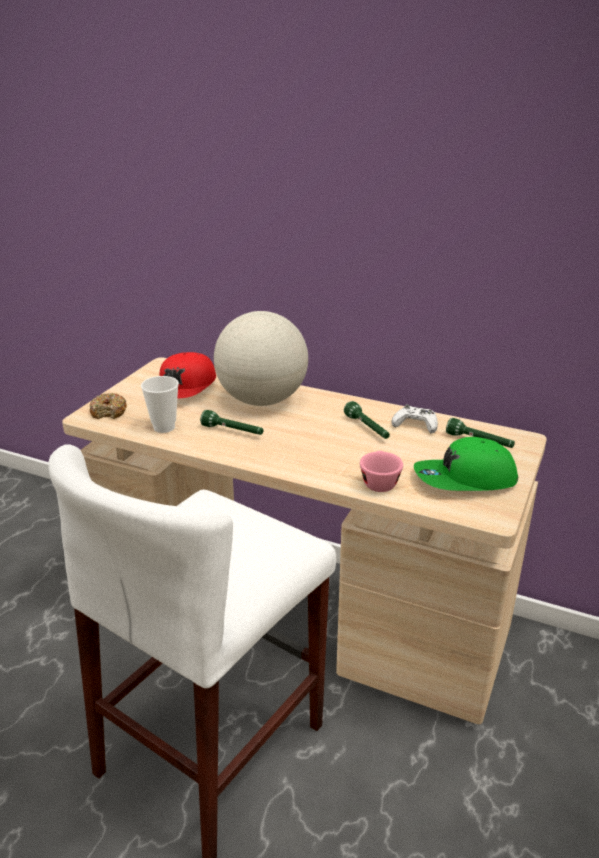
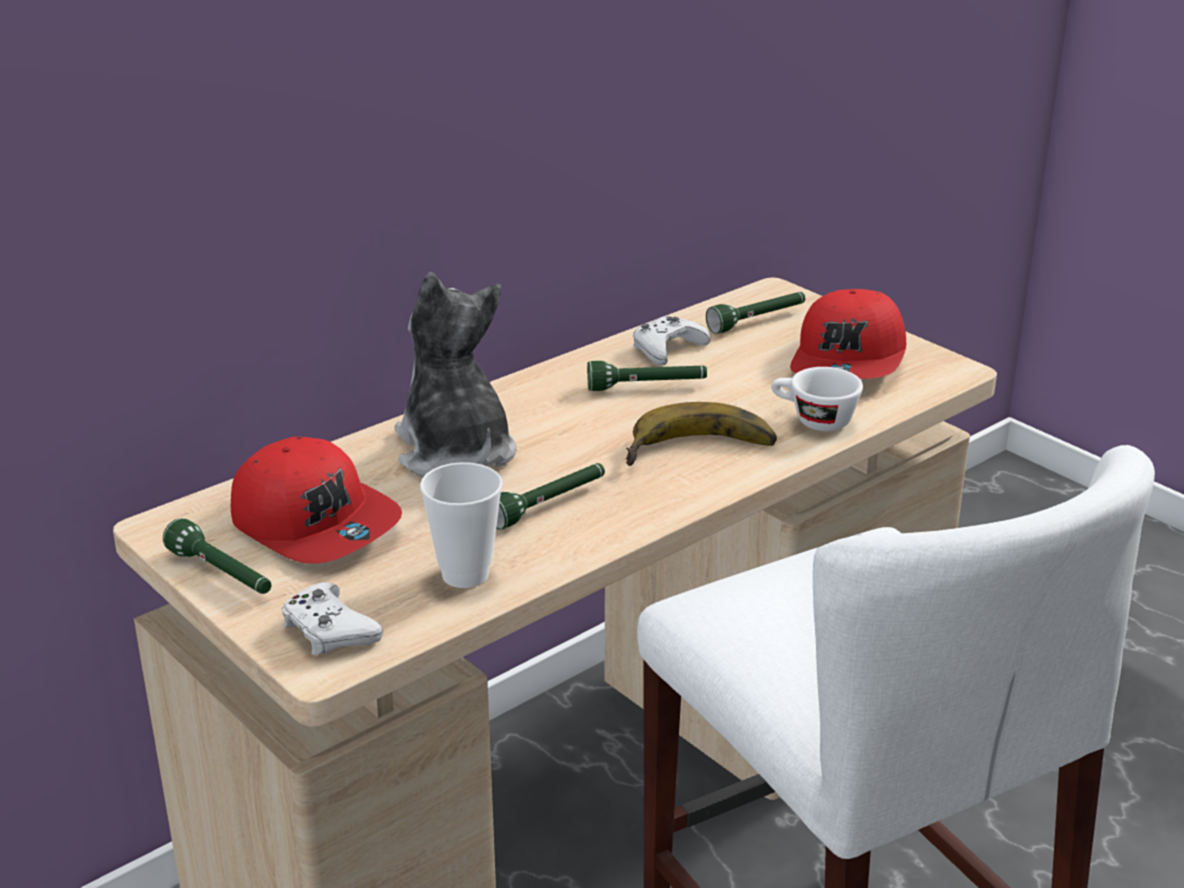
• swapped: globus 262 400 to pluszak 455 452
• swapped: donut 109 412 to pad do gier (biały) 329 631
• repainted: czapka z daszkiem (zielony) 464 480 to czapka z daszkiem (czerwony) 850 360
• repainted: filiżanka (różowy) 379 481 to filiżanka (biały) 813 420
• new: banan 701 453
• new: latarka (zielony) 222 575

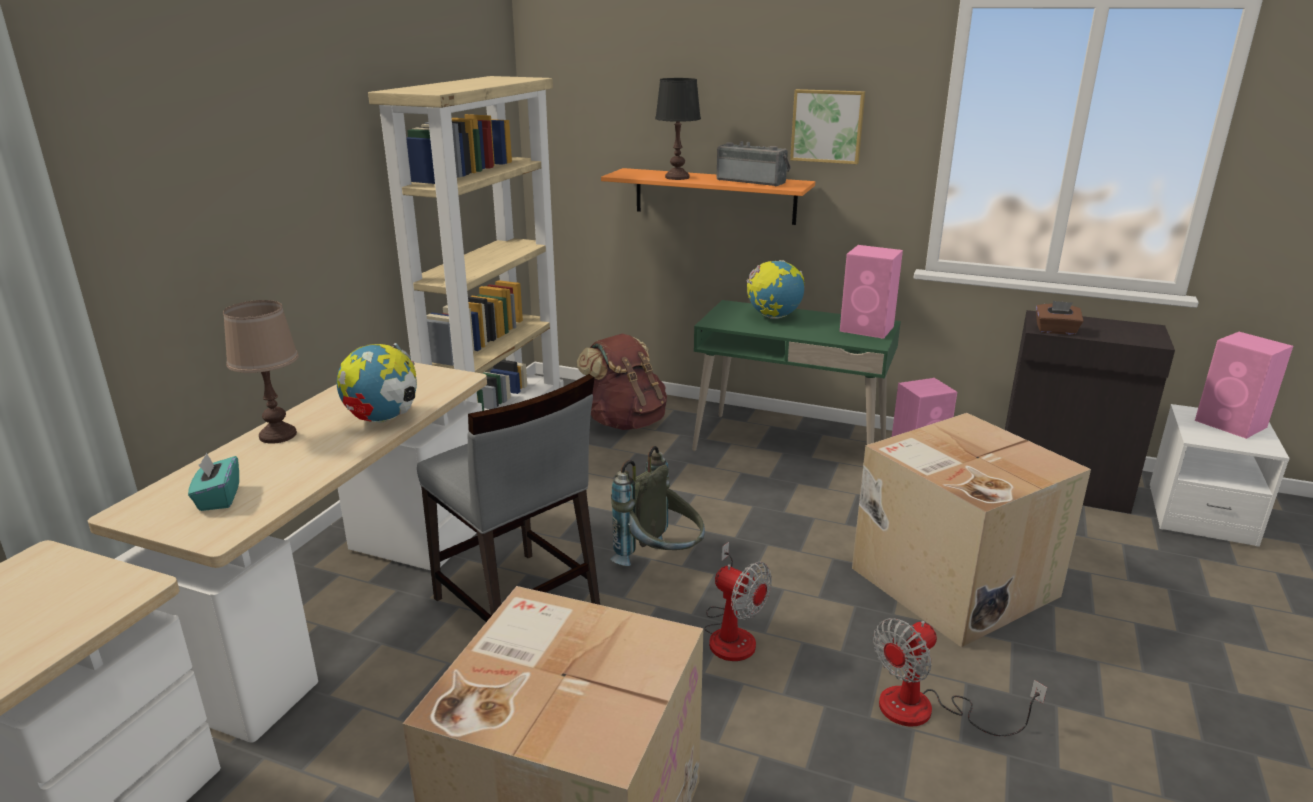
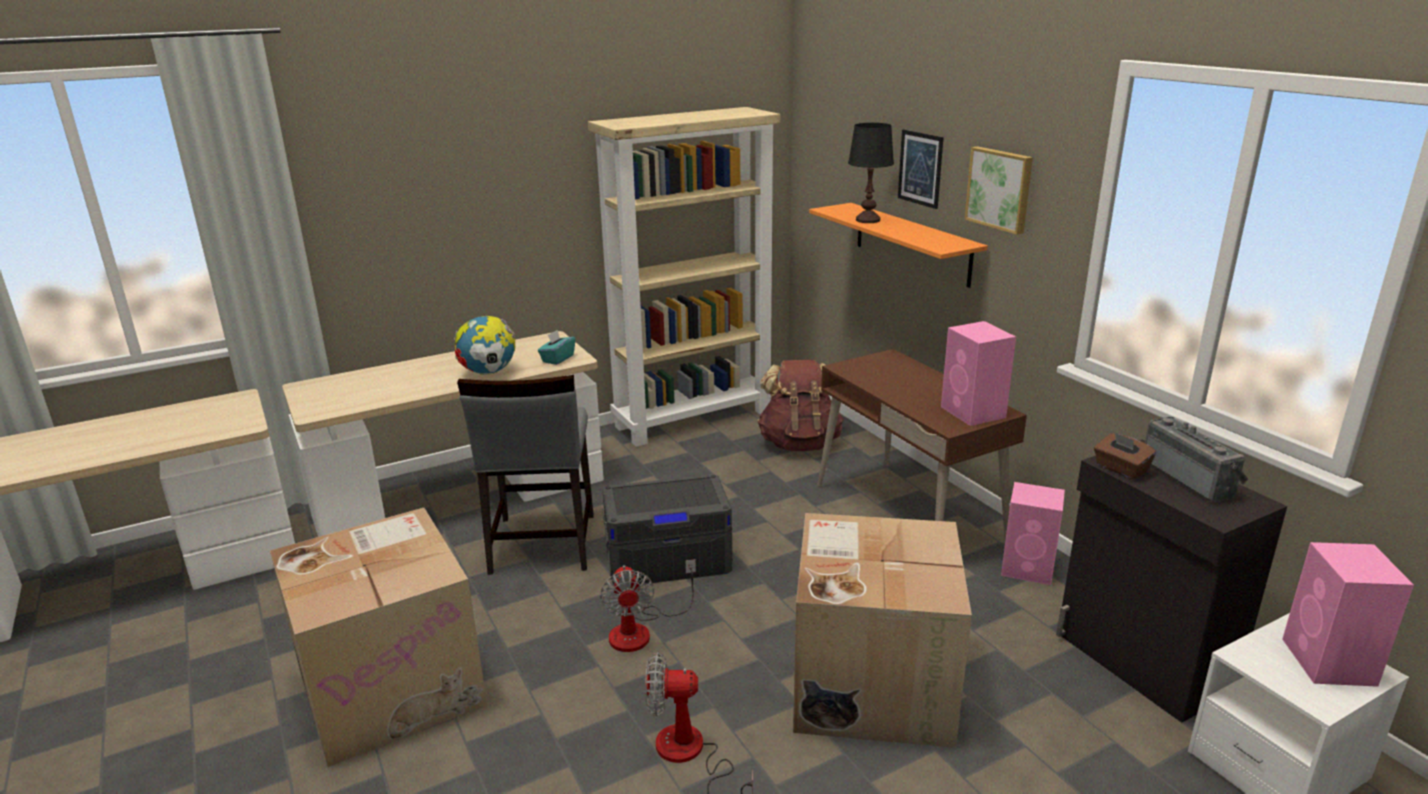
• shifted: radio 752 181 to 1190 478
• gone: globus 774 317
• gone: lampa stołowa (brązowy) 278 435
• repainted: biurko (zielony) 789 447 to biurko (brązowy) 908 514
• swapped: plecak (szary) 661 561 to pojemnik do przechowywania (szary) 668 559
• shifted: pudełko chusteczek (turkusowy) 218 498 to 557 359
• new: obraz 920 168

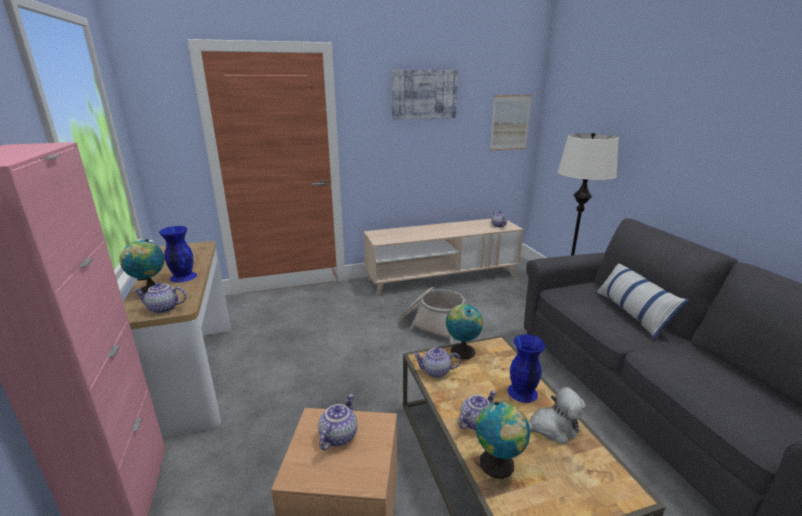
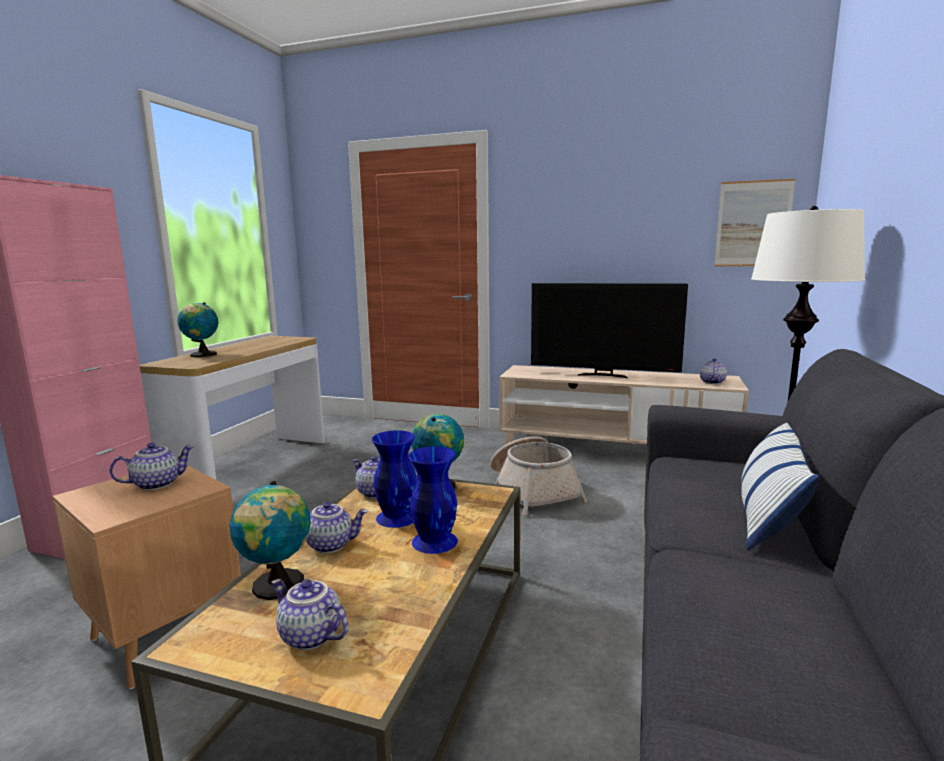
• gone: obraz 424 94
• shifted: wazon (niebieski) 183 277 to 396 517
• shifted: imbryk 163 309 to 309 636
• gone: pluszak 551 428
• new: telewizor 603 375

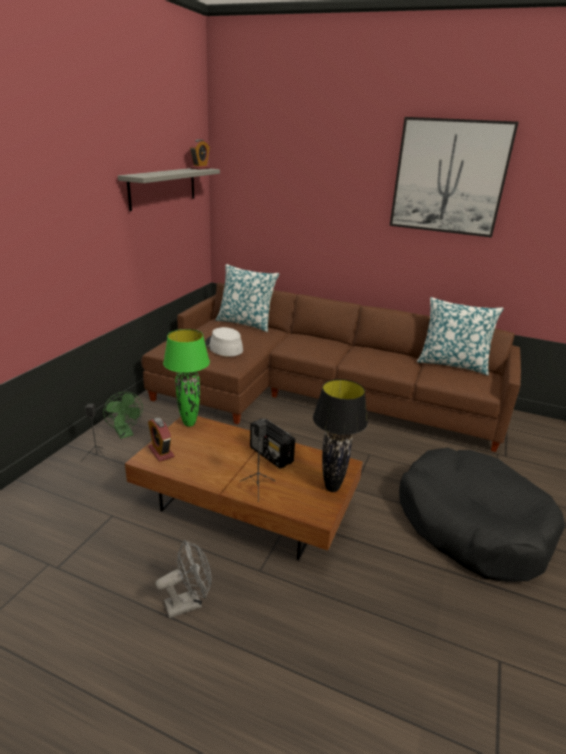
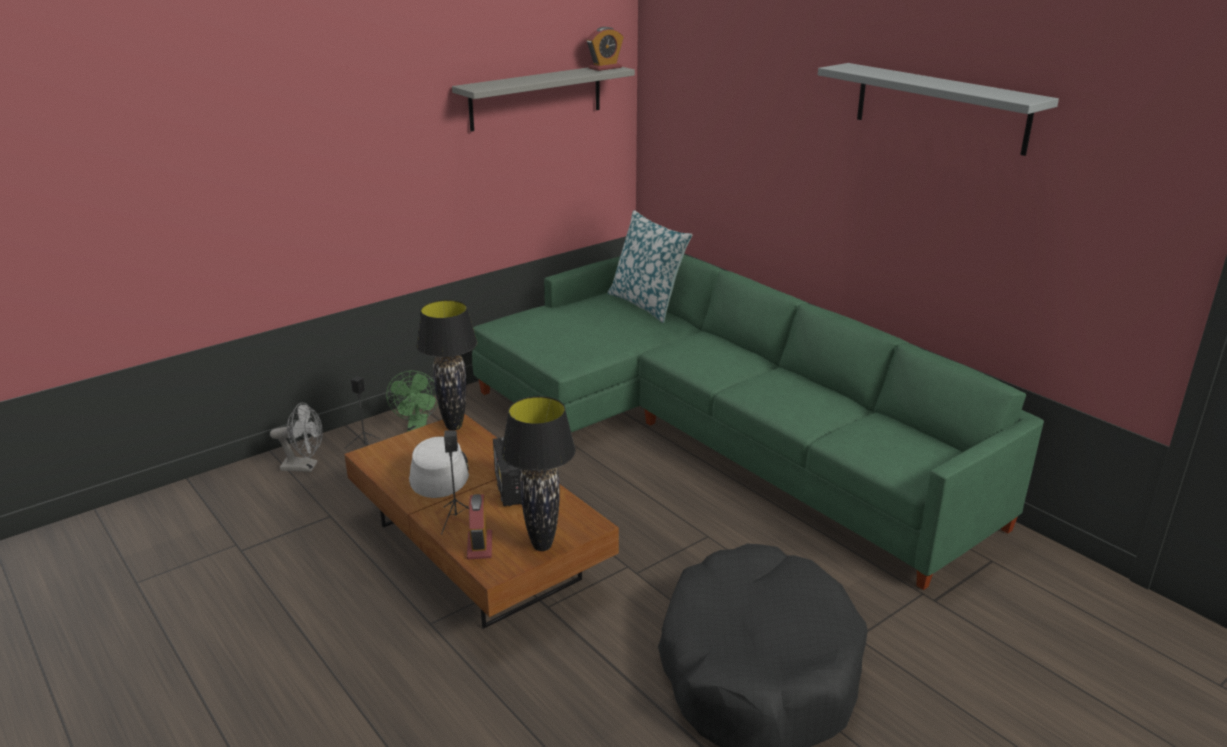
• swapped: obraz 449 177 to półka (szary) 940 107
• repainted: kanapa (brązowy) 313 393 to kanapa (zielony) 713 432
• gone: poduszka 452 364
• shifted: kapelusz (szary) 223 347 to 439 473
• repainted: lampa stołowa (zielony) 189 423 to lampa stołowa (czarny) 453 427
• shifted: budzik 161 452 to 479 546
• shifted: wentylator (szary) 189 603 to 305 466

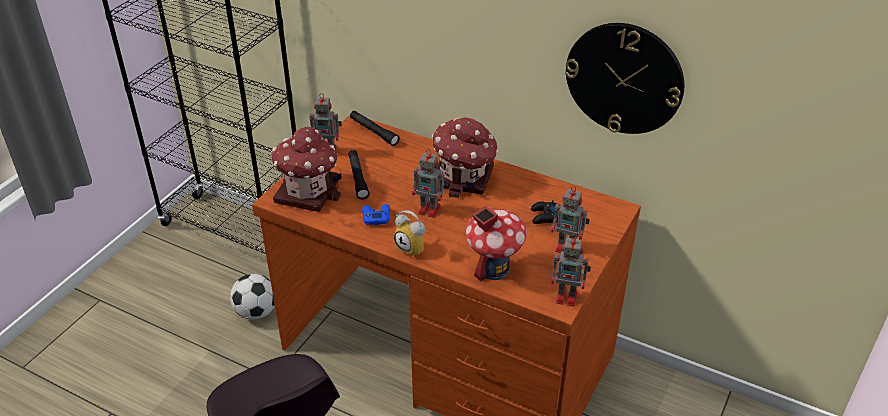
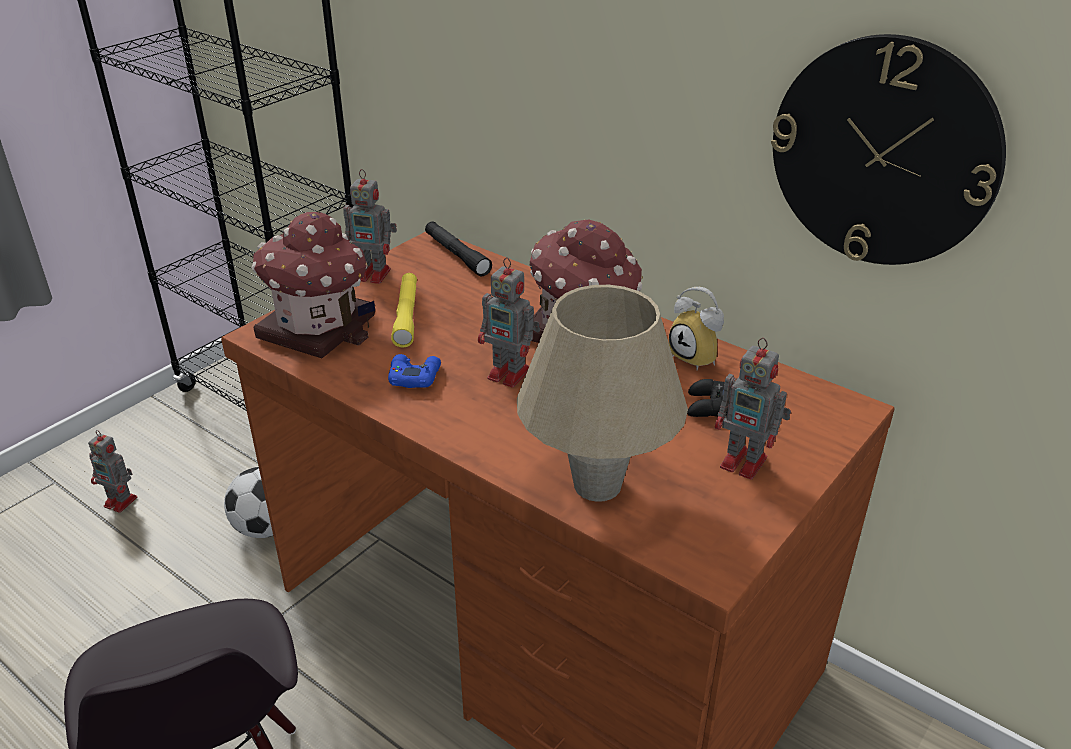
• repainted: latarka (czarny) 358 178 to latarka (żółty) 406 316
• swapped: domek 494 269 to lampa stołowa (beżowy) 597 485
• shifted: budzik 413 247 to 698 357
• shifted: robot zabawkowy 568 297 to 122 502

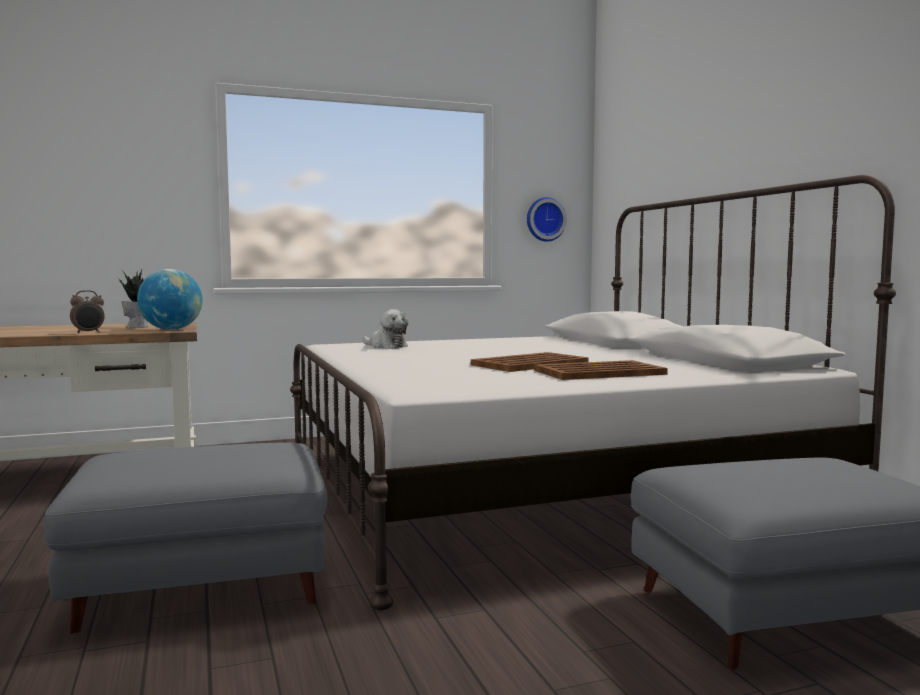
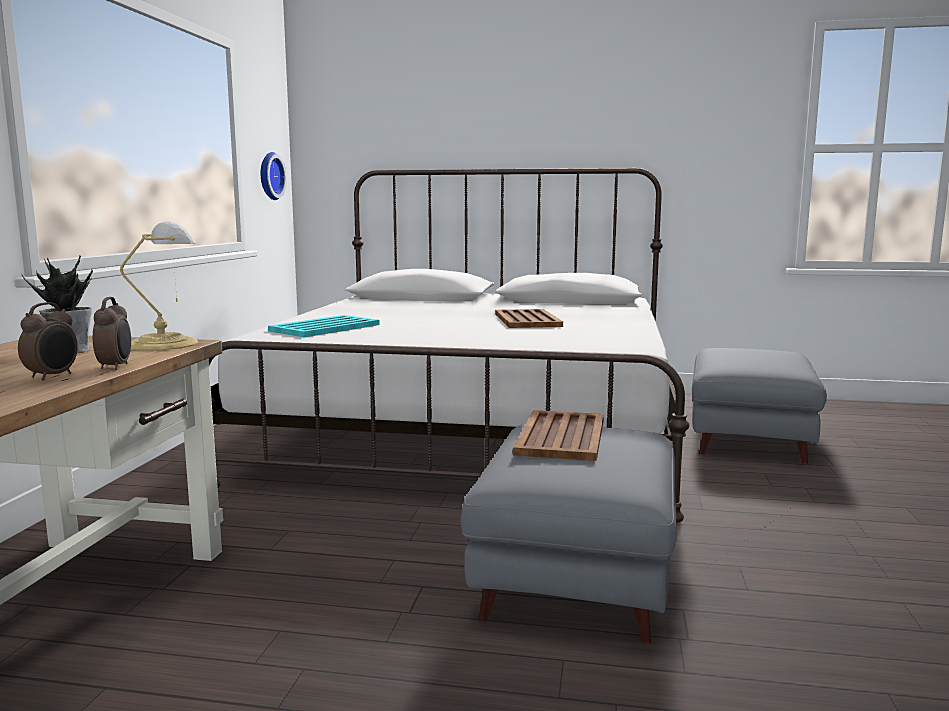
• swapped: globus 171 329 to lampa stołowa 166 344
• swapped: pluszak 386 346 to taca (turkusowy) 324 328
• shifted: taca (brązowy) 598 372 to 561 437
• new: budzik 53 376

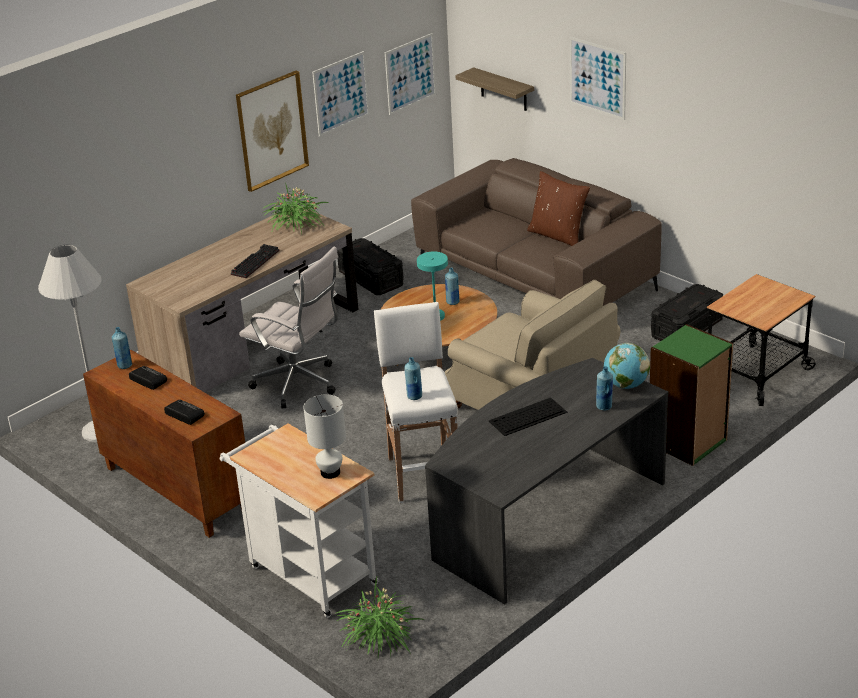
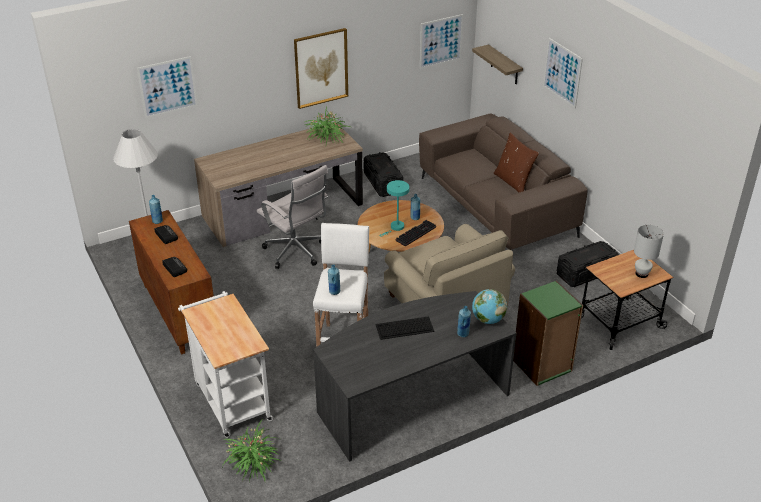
• shifted: obraz 341 93 to 167 87
• shifted: klawiatura 255 262 to 415 233
• shifted: lampa stołowa (biały) 330 472 to 641 274

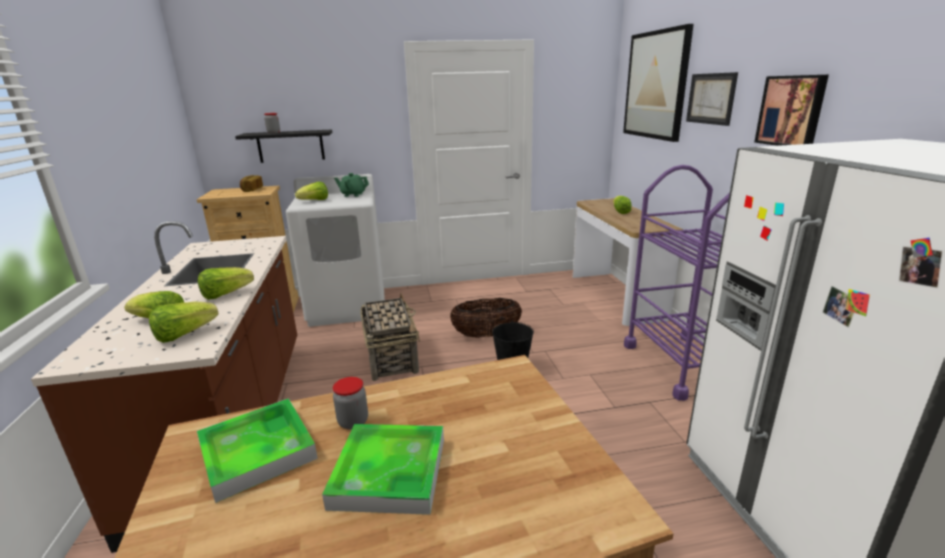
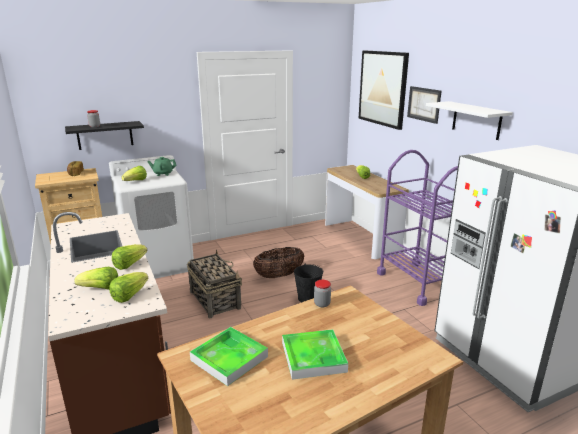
• swapped: obraz 791 111 to półka (biały) 476 120
• shifted: słoik 353 422 to 322 304

